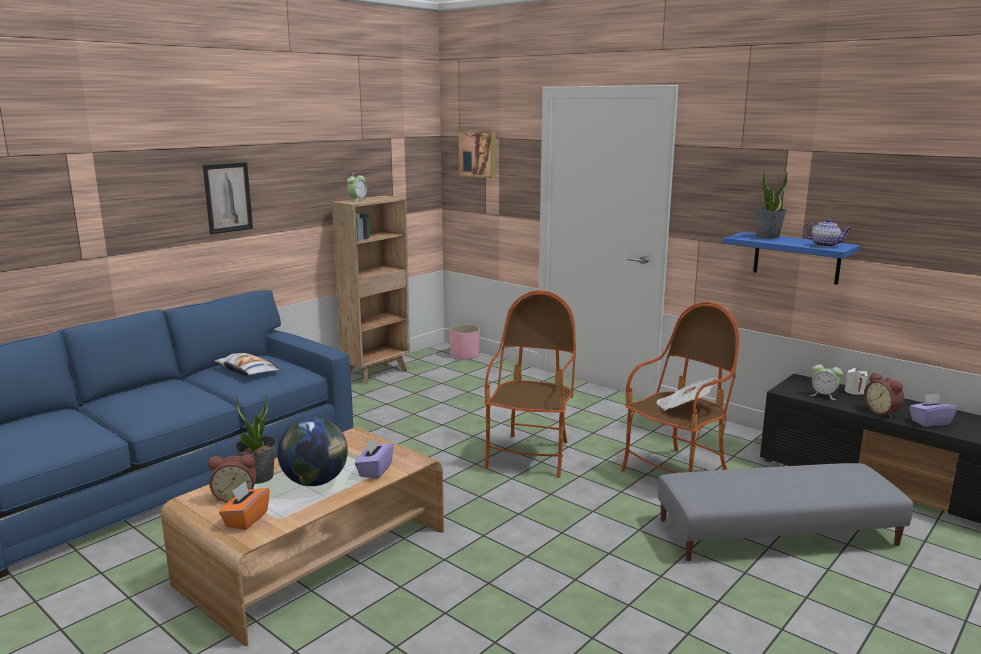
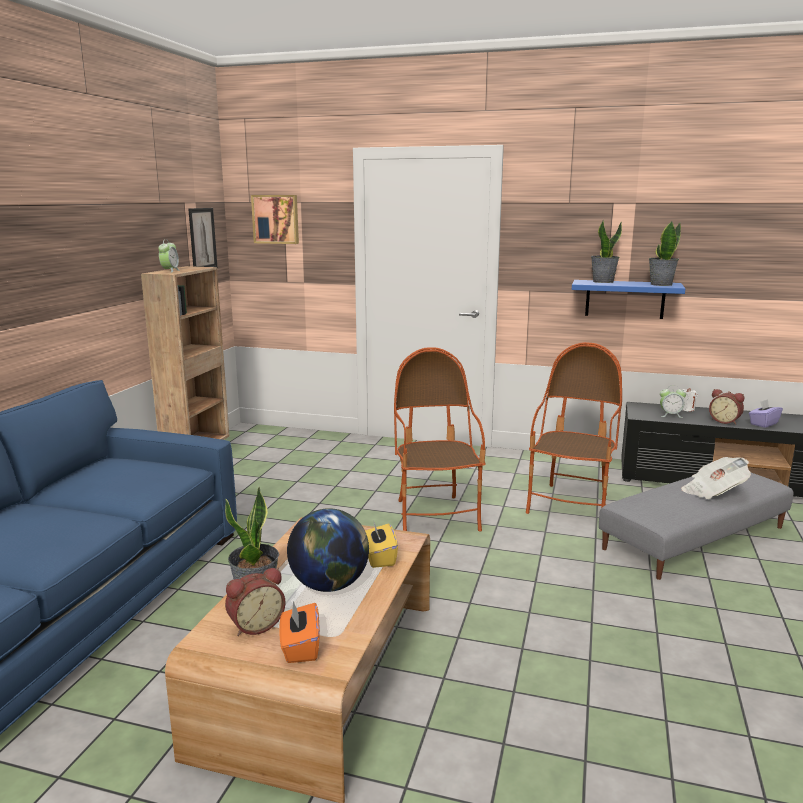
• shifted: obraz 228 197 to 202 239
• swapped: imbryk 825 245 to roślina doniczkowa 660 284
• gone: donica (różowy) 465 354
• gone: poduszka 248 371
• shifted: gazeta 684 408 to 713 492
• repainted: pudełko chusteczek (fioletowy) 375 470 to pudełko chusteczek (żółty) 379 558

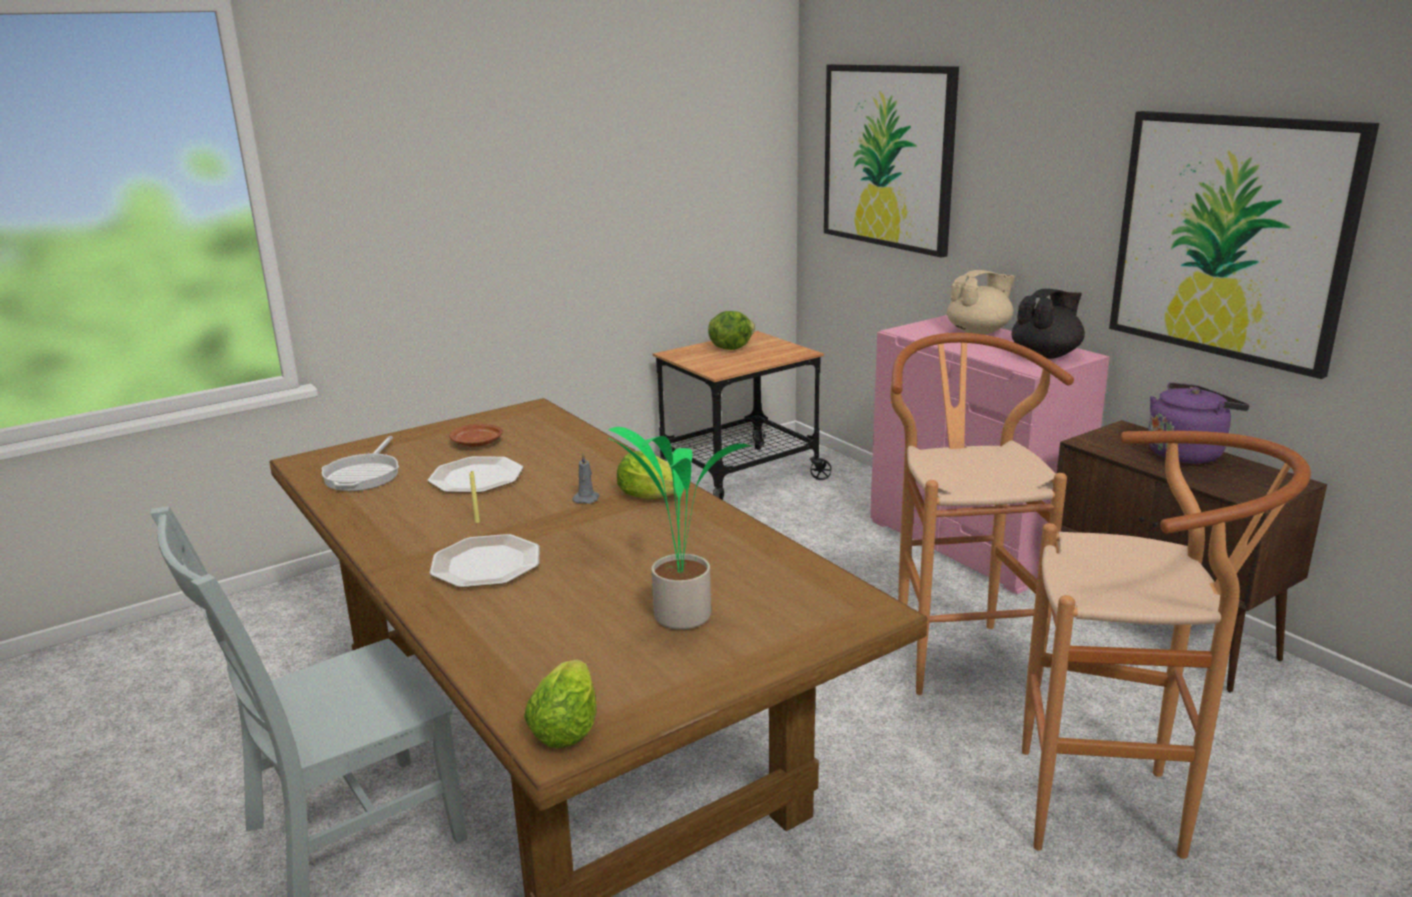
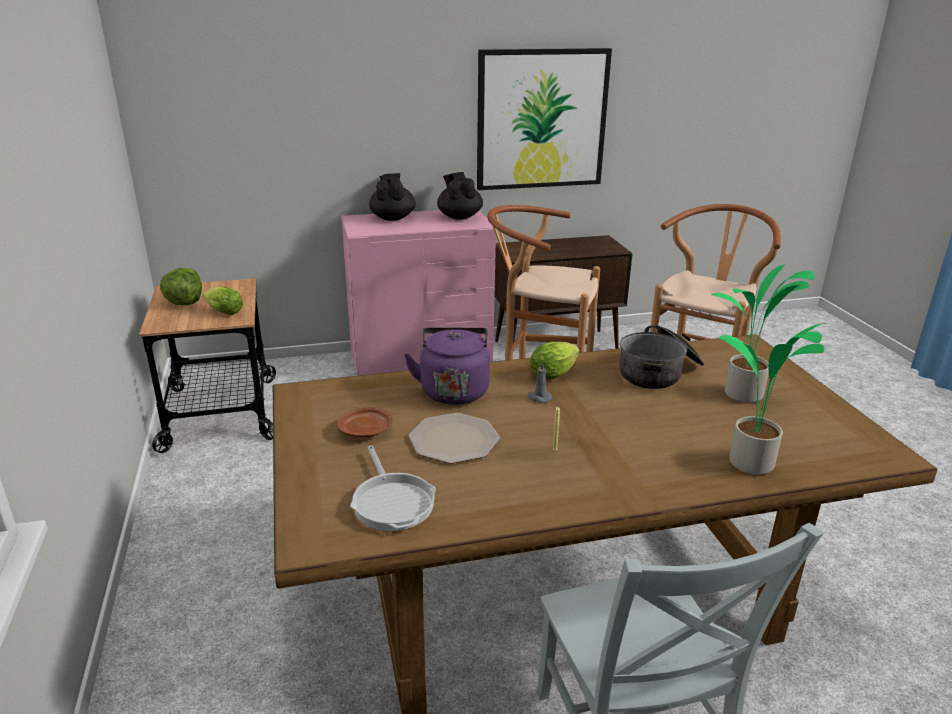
• gone: obraz 888 157
• repainted: imbryk (beżowy) 979 332 to imbryk (czarny) 392 218
• shifted: czajnik (fioletowy) 1187 453 to 453 390
• rotated: patelnia 364 475 = 392 502 45 degrees clockwise
• gone: talerz 486 564
• shifted: sałata 568 725 to 222 312
• new: roślina doniczkowa 750 465
• new: garnek 659 372

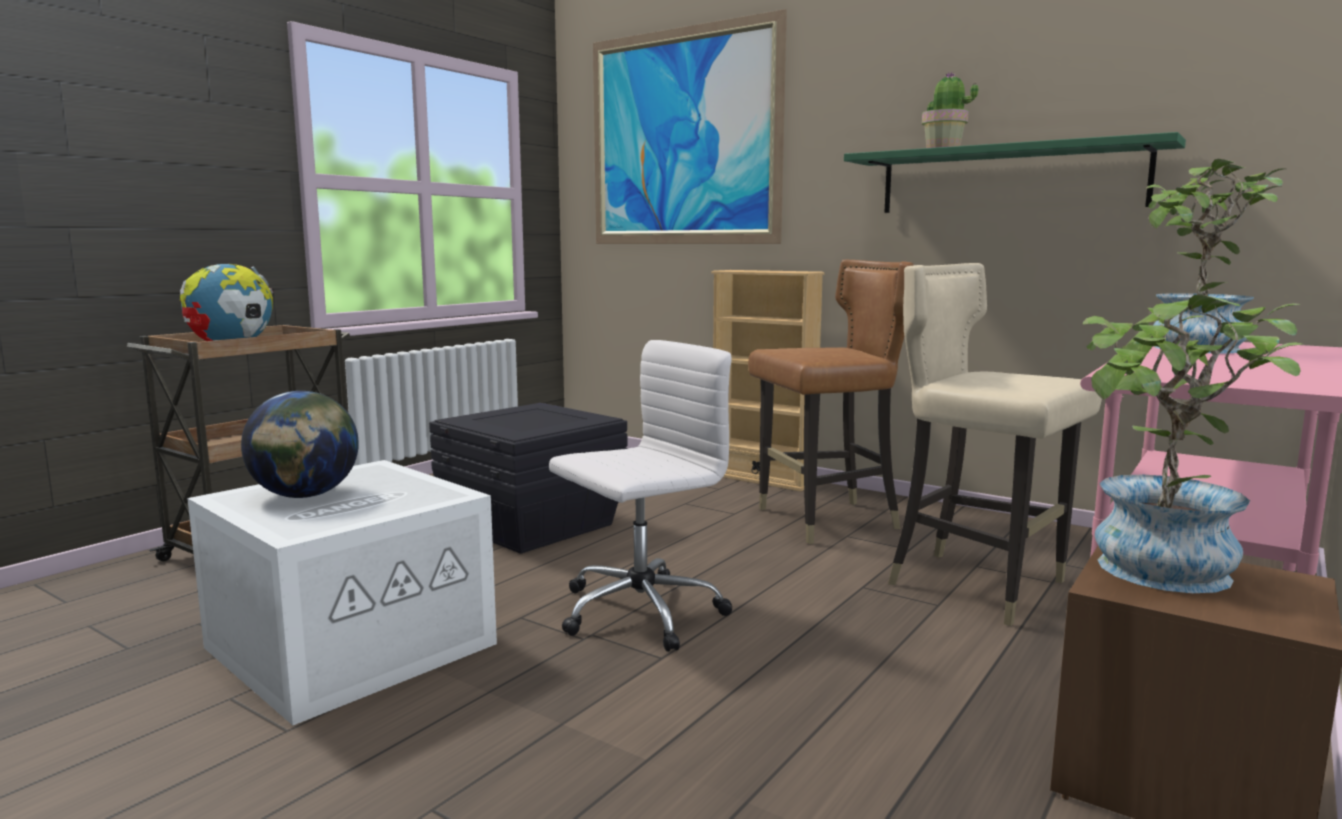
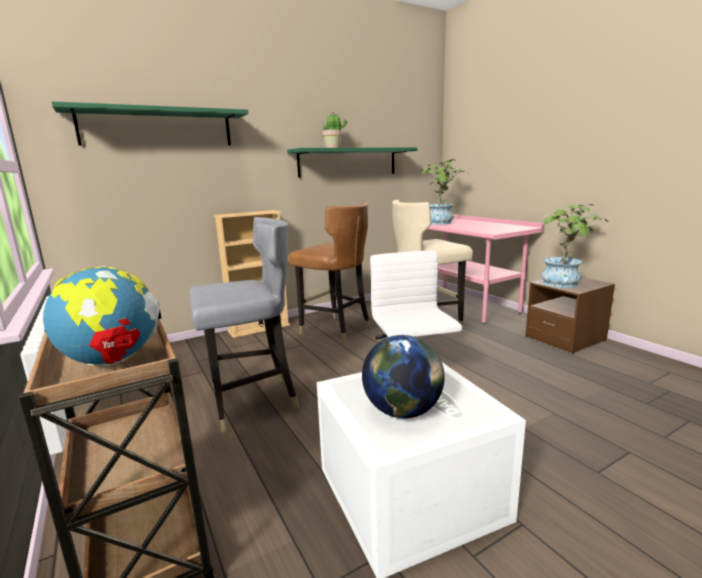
• swapped: obraz 682 138 to półka (zielony) 158 128
• rotated: krzesło (brązowy) 826 521 = 335 330 120 degrees clockwise
• swapped: pojemnik do przechowywania (czarny) 529 525 to krzesło (szary) 252 402

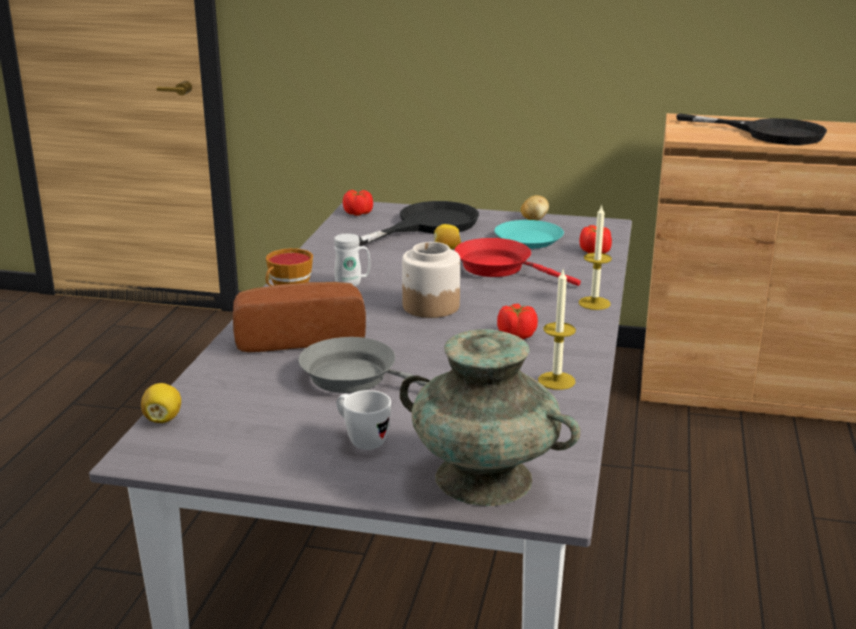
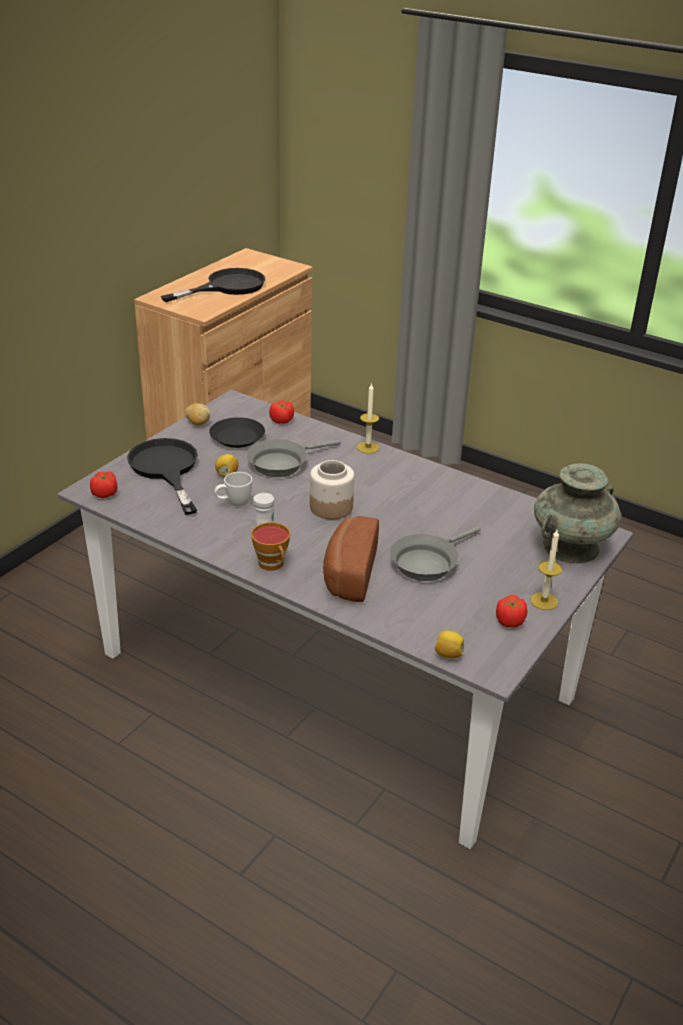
• repainted: talerz (turkusowy) 528 240 to talerz (czarny) 237 437
• repainted: patelnia (czerwony) 499 268 to patelnia (szary) 282 463
• shifted: świeca 556 381 to 544 601
• shifted: pomidor 516 335 to 509 621
• shifted: kubek (biały) 361 440 to 233 504

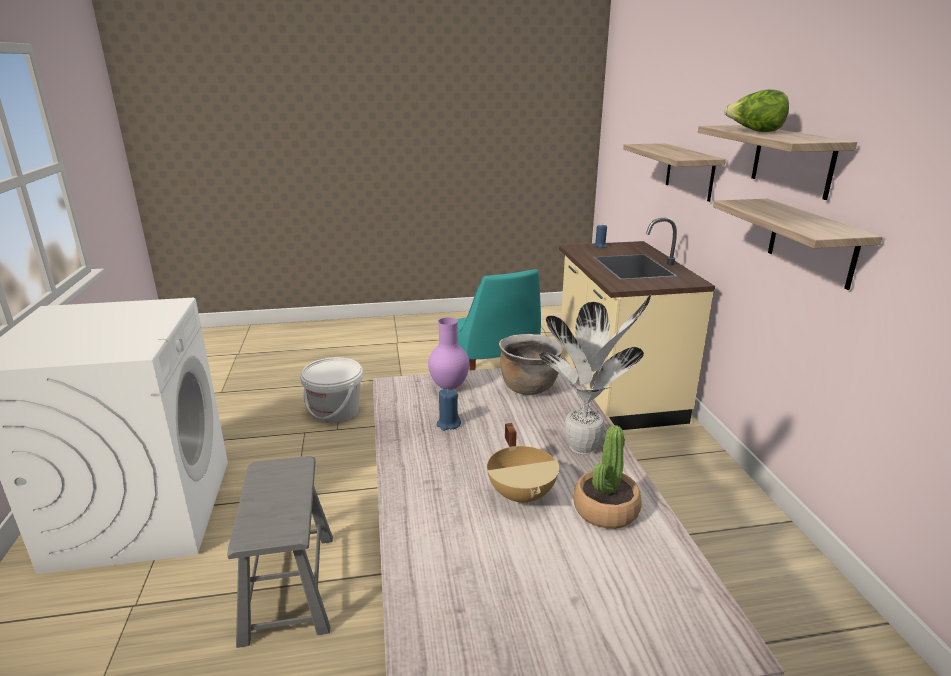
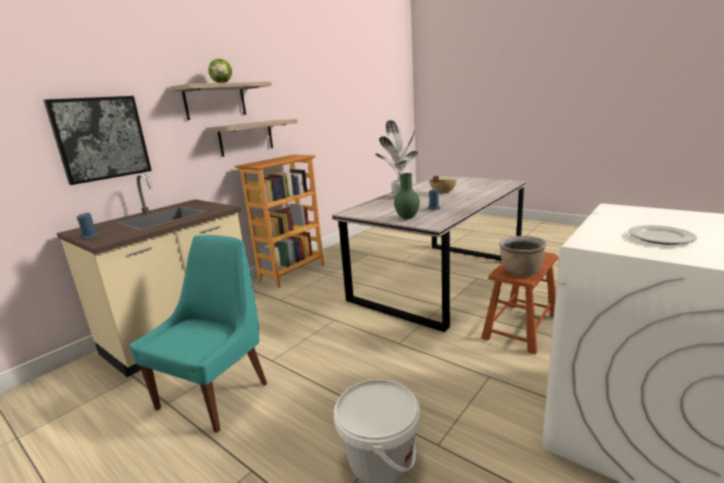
• swapped: półka 689 171 to obraz 101 138
• repainted: wazon (fioletowy) 448 387 to wazon (zielony) 408 218
• shifted: garnek (brązowy) 528 387 to 521 272
• gone: roślina doniczkowa 605 510
• repainted: stołek (szary) 289 587 to stołek (brązowy) 521 327
• new: regał 292 272
• new: talerz 659 238

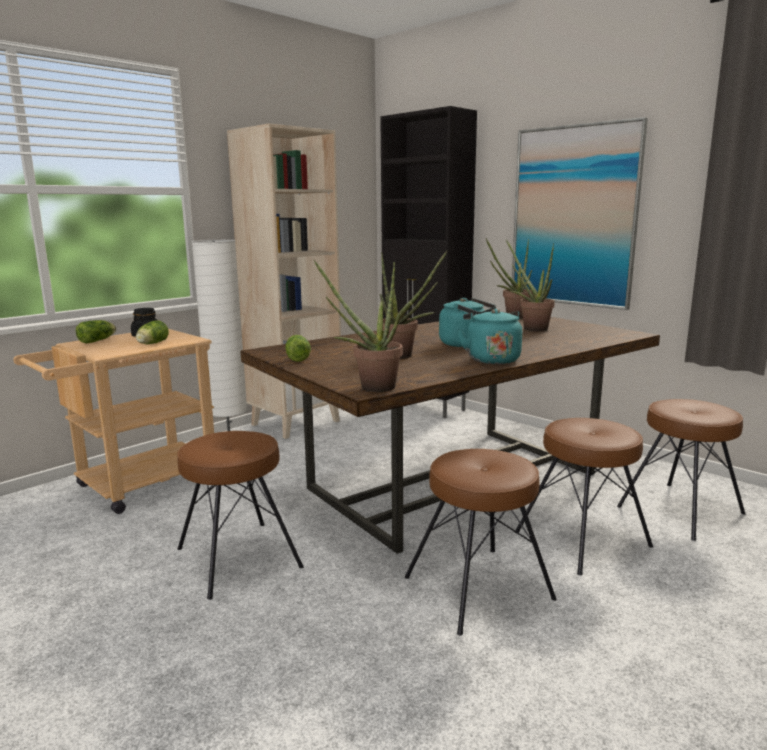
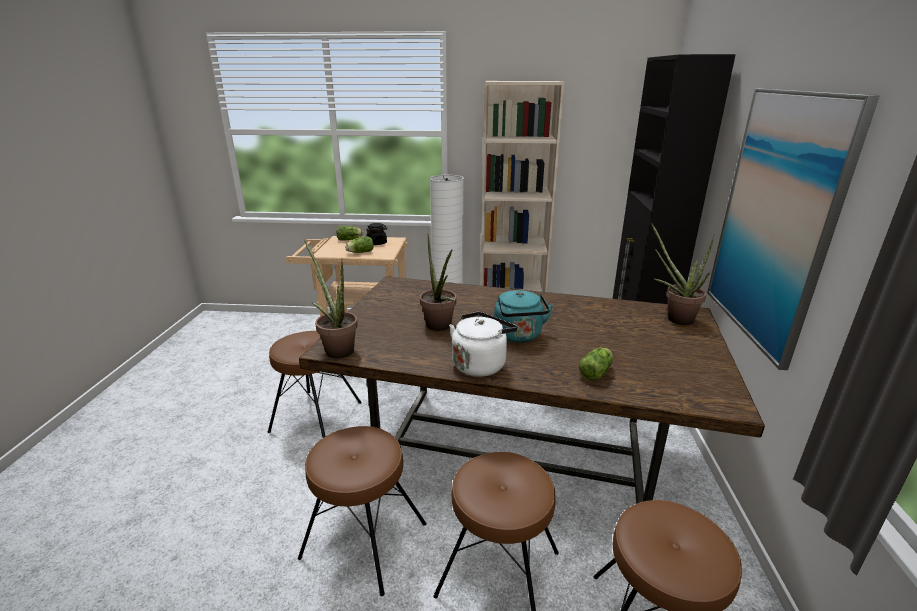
• gone: roślina doniczkowa 531 328
• repainted: czajnik (turkusowy) 491 359 to czajnik (biały) 480 364
• shifted: sałata 297 358 to 596 372

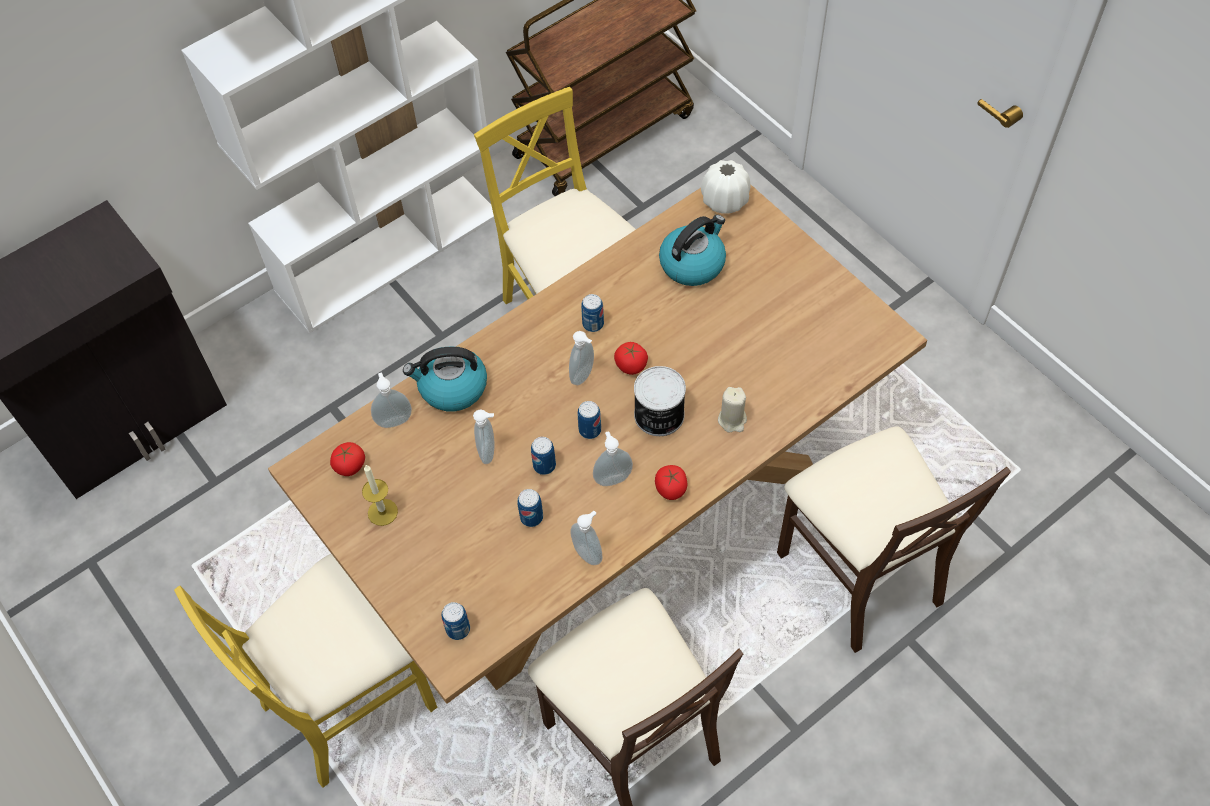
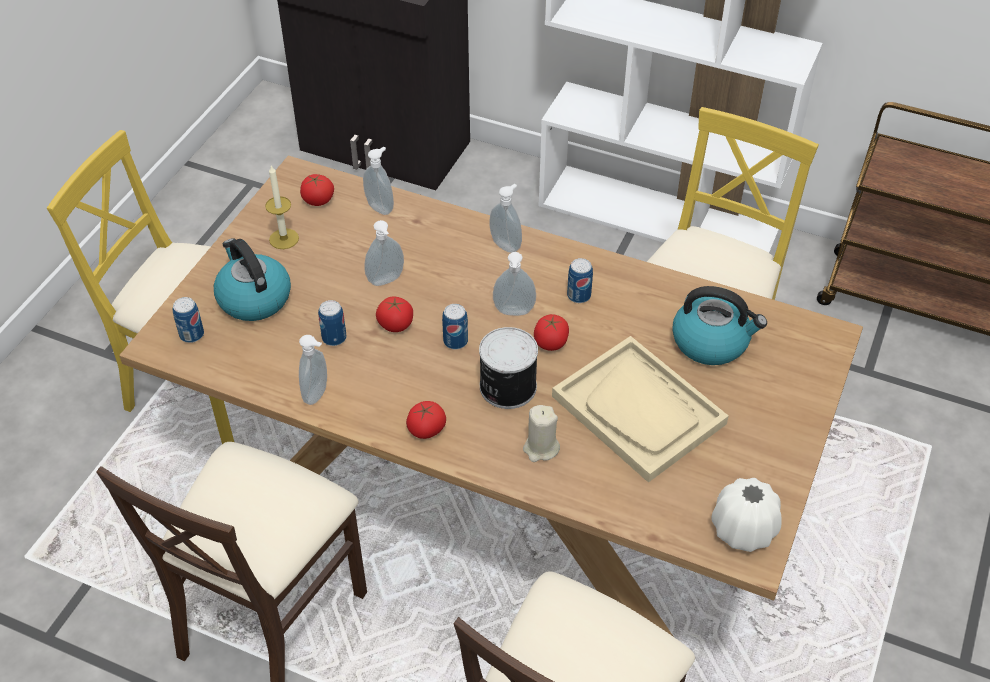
• shifted: wazon (biały) 725 200 to 743 530
• shifted: czajnik 452 388 to 253 298
• shifted: dozownik mydła 612 478 to 506 245
• swapped: puszka 544 465 to pomidor 395 324
• new: taca (beżowy) 639 410

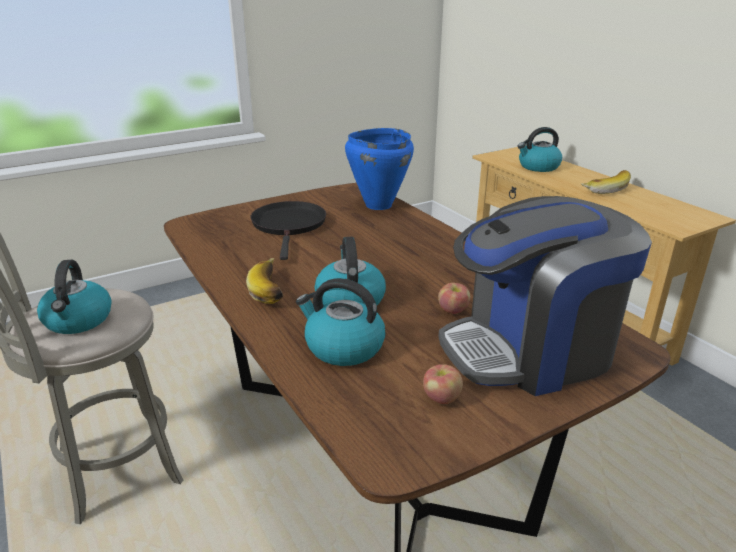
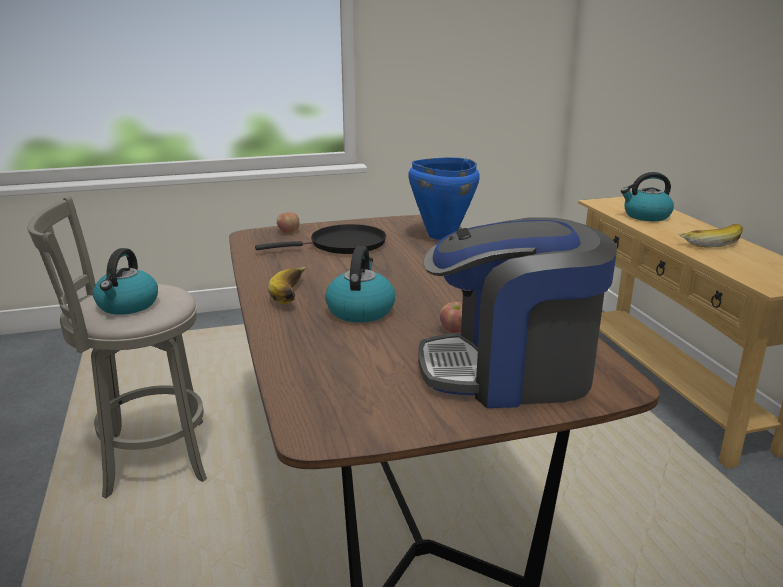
• rotated: patelnia (czarny) 289 225 = 342 245 60 degrees clockwise
• gone: czajnik 343 347
• shifted: jabłko 441 398 to 288 232

